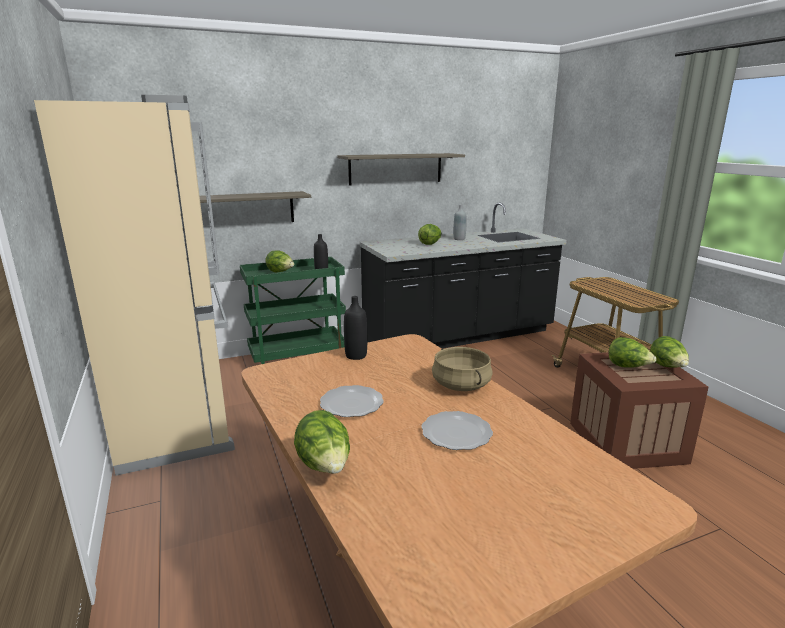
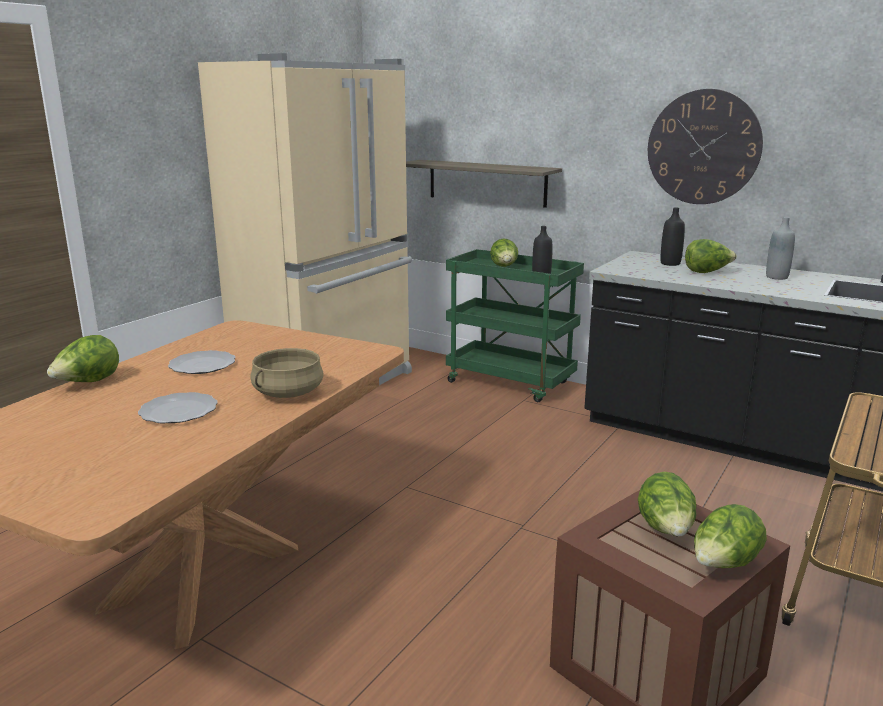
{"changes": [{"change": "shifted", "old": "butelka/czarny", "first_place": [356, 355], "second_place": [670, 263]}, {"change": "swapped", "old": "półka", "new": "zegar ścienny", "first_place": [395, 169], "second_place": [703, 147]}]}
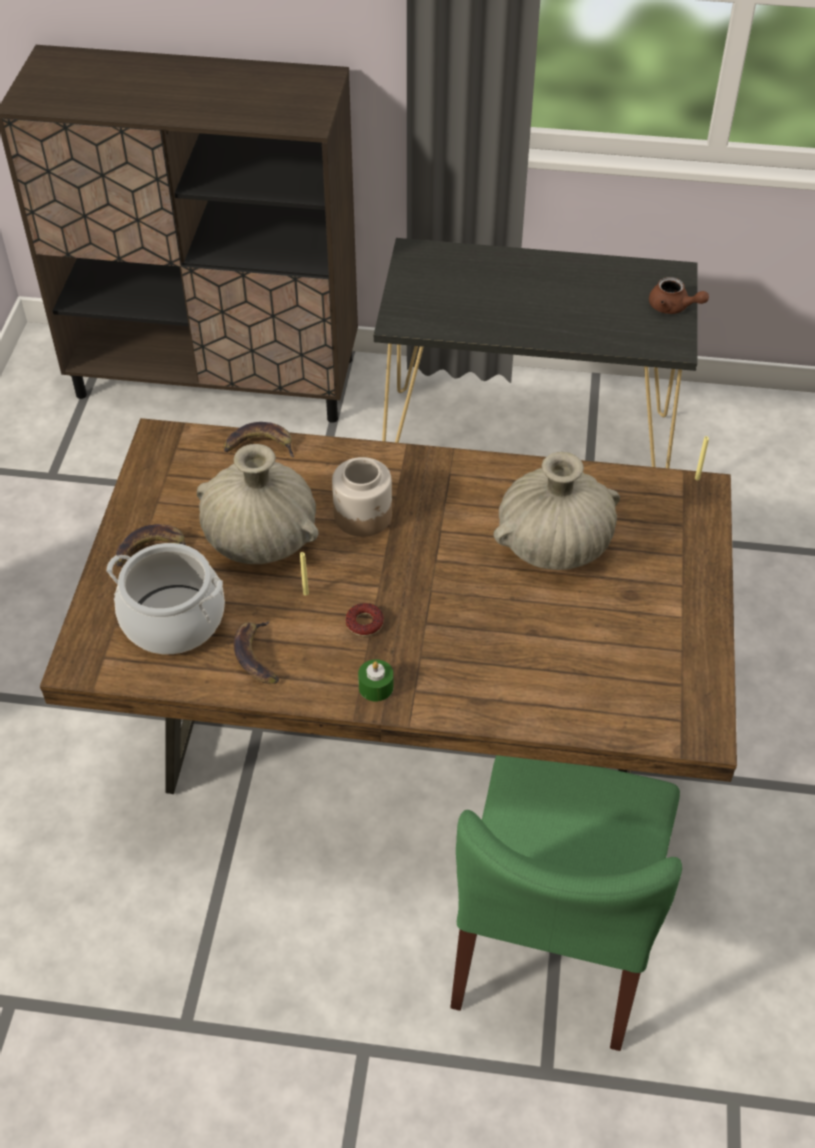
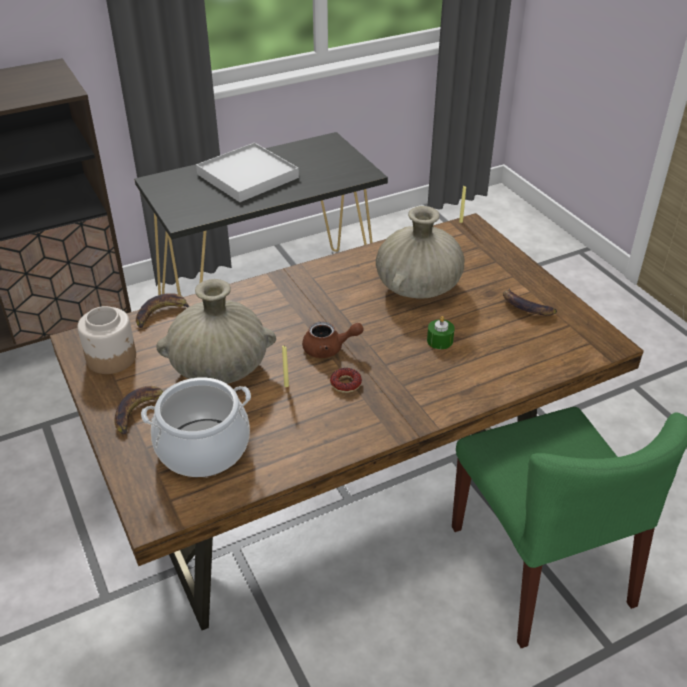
{"changes": [{"change": "new", "new": "taca/biały", "second_place": [248, 176]}, {"change": "shifted", "old": "banan", "first_place": [256, 656], "second_place": [525, 307]}, {"change": "shifted", "old": "słoik", "first_place": [363, 516], "second_place": [112, 358]}, {"change": "shifted", "old": "świeca/zielony", "first_place": [376, 687], "second_place": [440, 341]}, {"change": "shifted", "old": "imbryk/brązowy", "first_place": [673, 307], "second_place": [329, 349]}]}
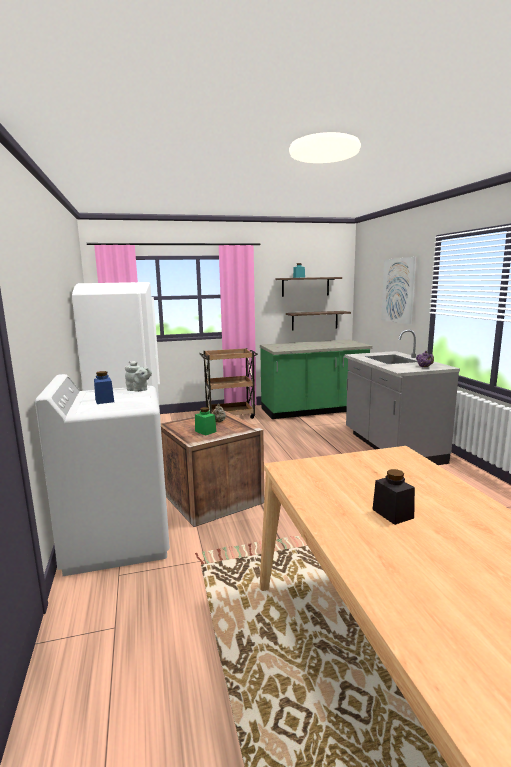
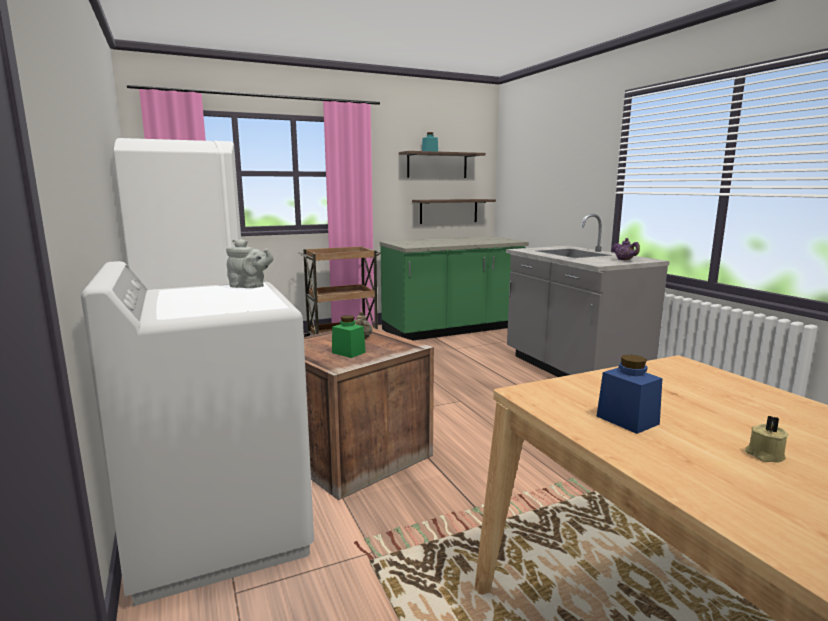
{"changes": [{"change": "gone", "old": "obraz", "first_place": [398, 290]}, {"change": "shifted", "old": "słoik/niebieski", "first_place": [104, 400], "second_place": [627, 420]}, {"change": "swapped", "old": "słoik/czarny", "new": "świeca/beżowy", "first_place": [392, 513], "second_place": [764, 455]}]}
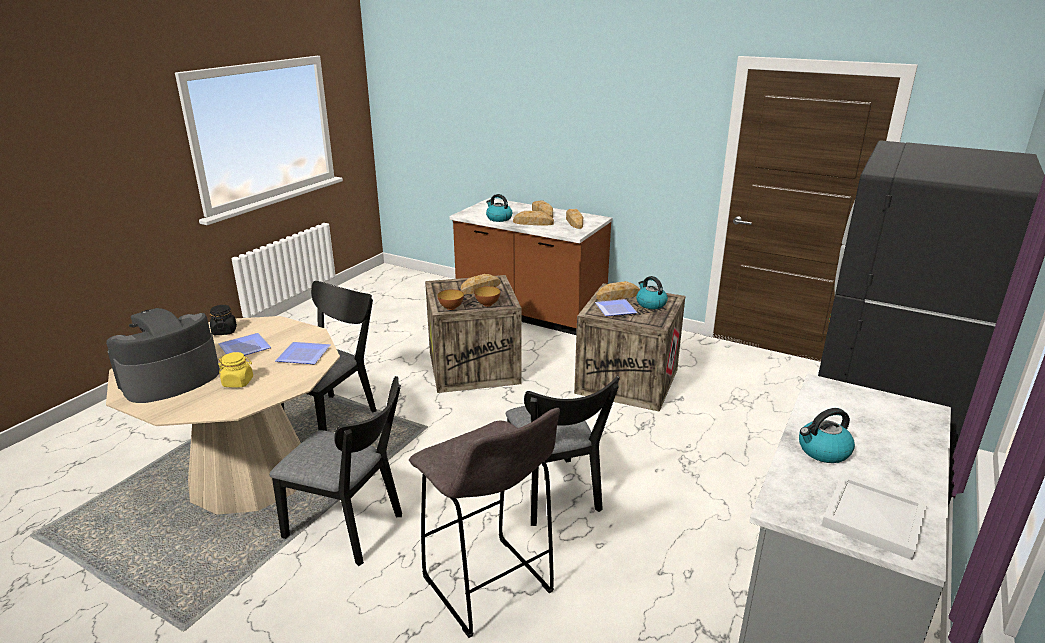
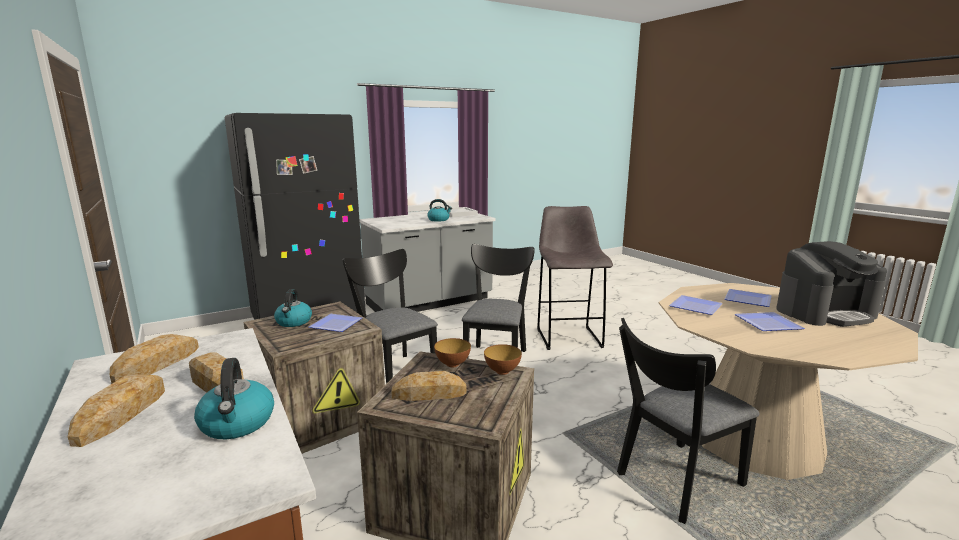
{"changes": [{"change": "gone", "old": "słoik/czarny", "first_place": [224, 331]}, {"change": "gone", "old": "chleb", "first_place": [618, 295]}, {"change": "shifted", "old": "krzesło/czarny", "first_place": [351, 529], "second_place": [394, 371]}, {"change": "swapped", "old": "słoik/żółty", "new": "talerz", "first_place": [238, 382], "second_place": [749, 300]}]}
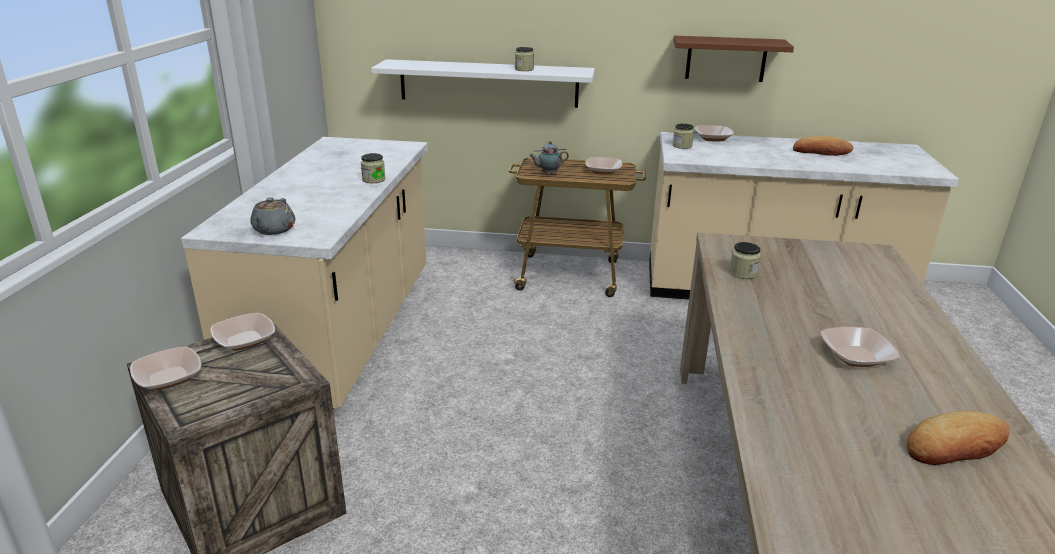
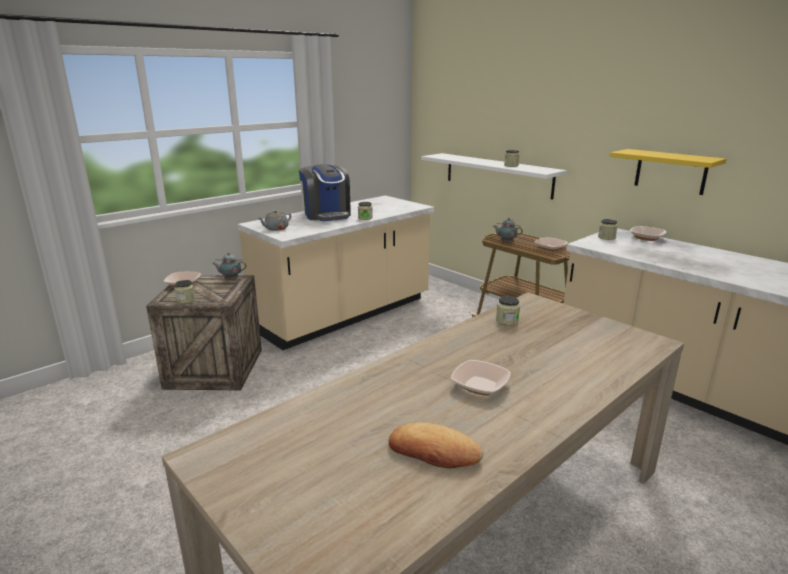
{"changes": [{"change": "gone", "old": "chleb", "first_place": [821, 152]}, {"change": "new", "new": "słoik", "second_place": [185, 300]}, {"change": "new", "new": "ekspres do kawy", "second_place": [327, 215]}, {"change": "swapped", "old": "miska", "new": "imbryk", "first_place": [245, 340], "second_place": [230, 279]}, {"change": "repainted", "old": "półka/brązowy", "new": "półka/żółty", "first_place": [726, 59], "second_place": [670, 171]}]}
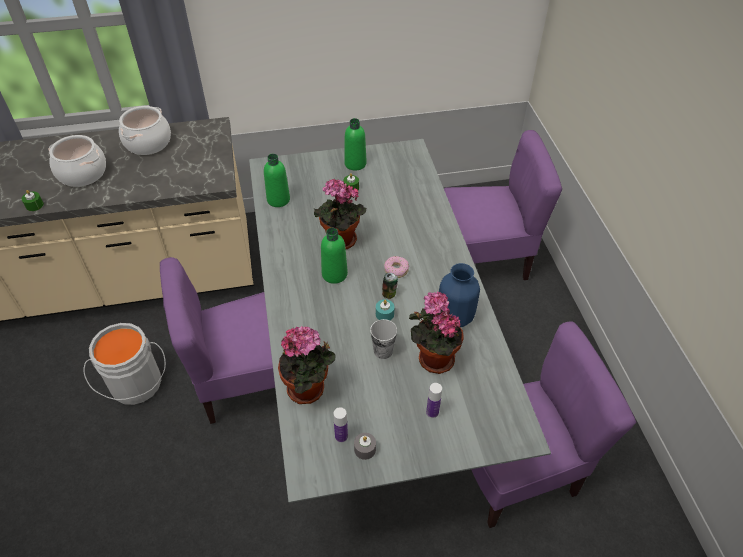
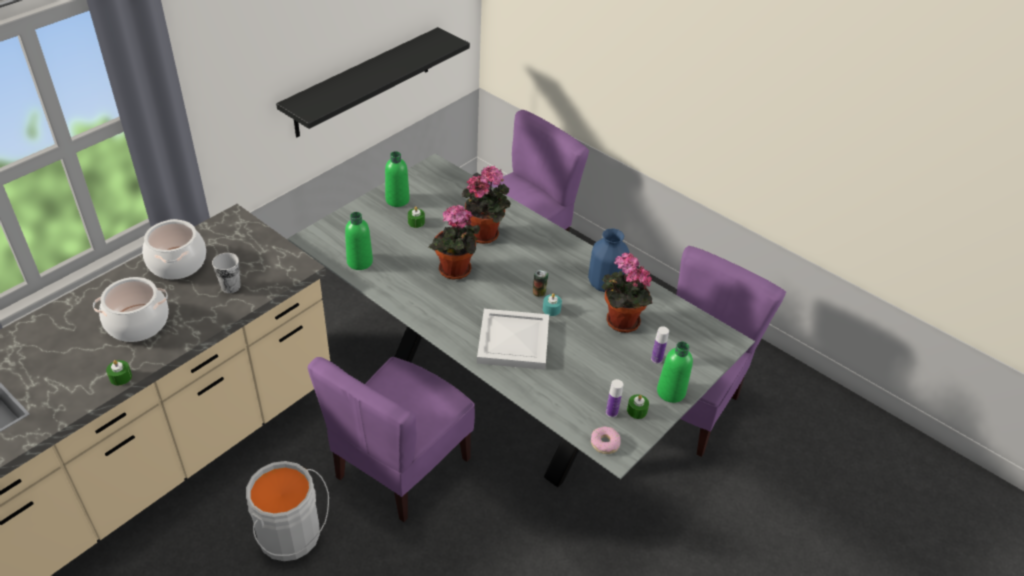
{"changes": [{"change": "new", "new": "półka/czarny", "second_place": [363, 82]}, {"change": "new", "new": "taca/biały", "second_place": [512, 340]}, {"change": "shifted", "old": "roślina doniczkowa", "first_place": [309, 390], "second_place": [486, 234]}, {"change": "shifted", "old": "butelka/zielony", "first_place": [334, 274], "second_place": [671, 392]}, {"change": "shifted", "old": "filiżanka", "first_place": [383, 351], "second_place": [231, 286]}, {"change": "shifted", "old": "donut", "first_place": [396, 270], "second_place": [605, 443]}, {"change": "repainted", "old": "świeca/szary", "new": "świeca/zielony", "first_place": [365, 449], "second_place": [637, 410]}]}
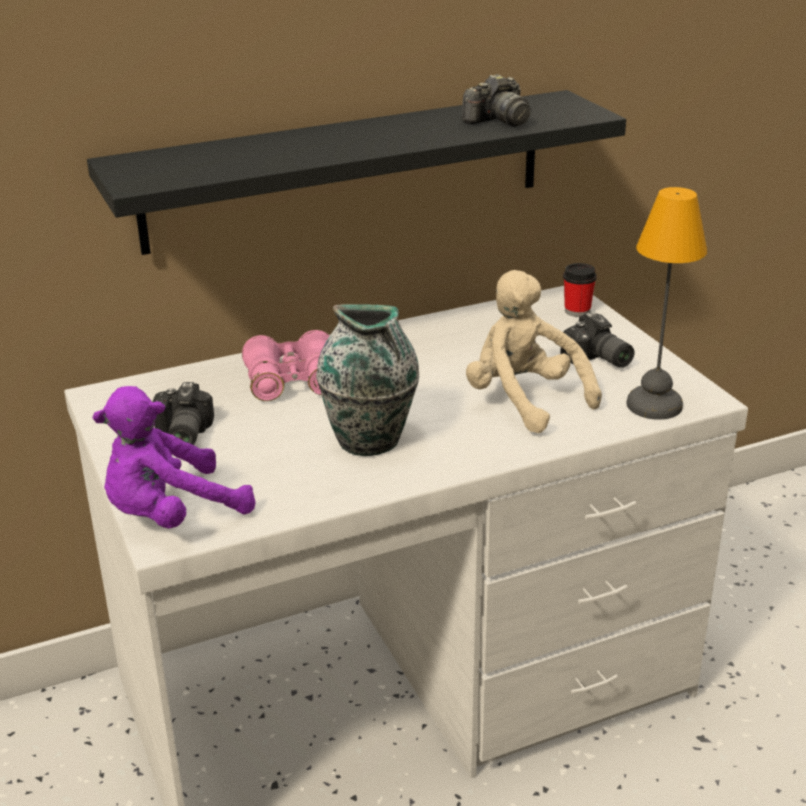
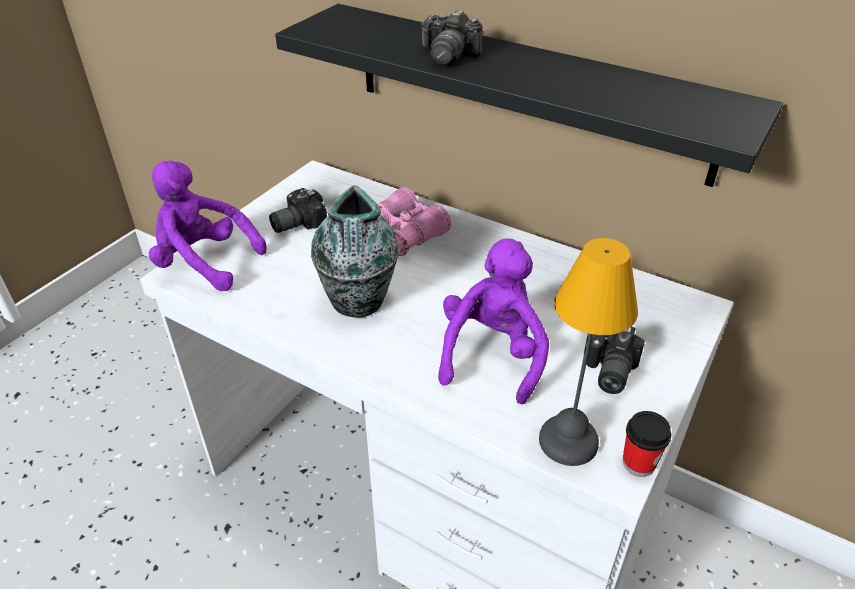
{"changes": [{"change": "shifted", "old": "aparat fotograficzny", "first_place": [498, 121], "second_place": [449, 56]}, {"change": "shifted", "old": "filiżanka", "first_place": [577, 311], "second_place": [638, 463]}, {"change": "repainted", "old": "pluszak/beżowy", "new": "pluszak/fioletowy", "first_place": [524, 400], "second_place": [492, 355]}]}
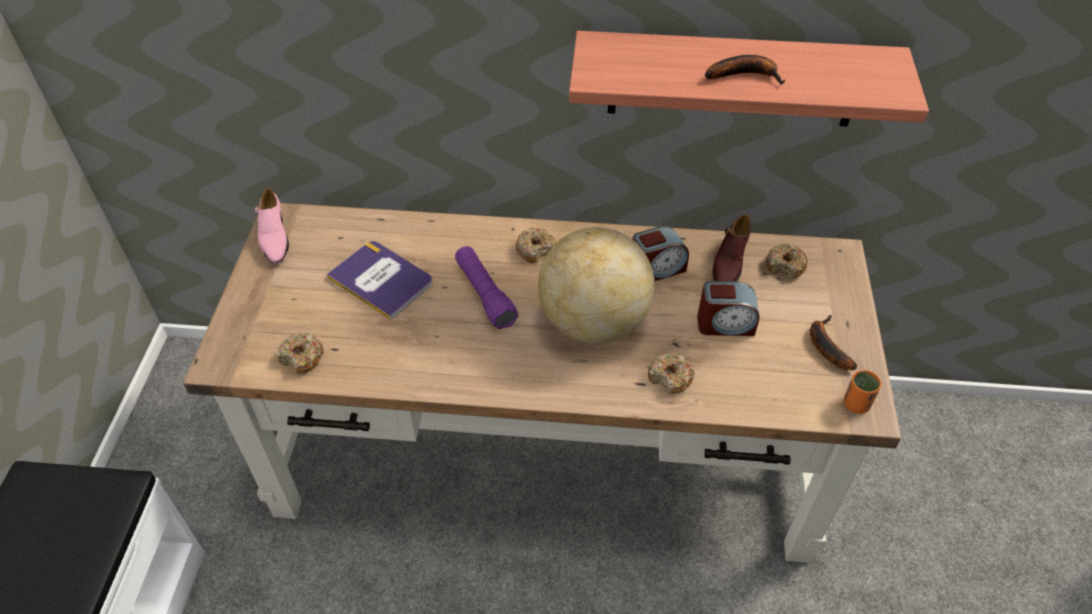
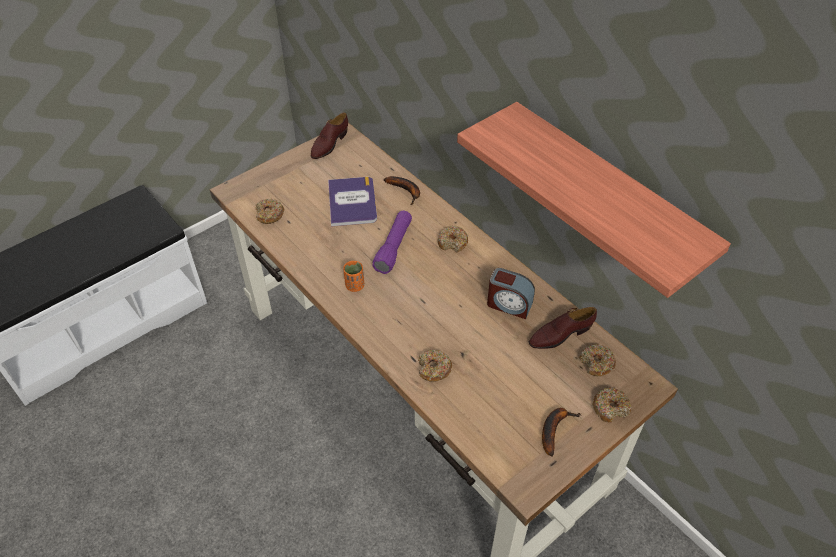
{"changes": [{"change": "gone", "old": "globus", "first_place": [593, 322]}, {"change": "gone", "old": "budzik", "first_place": [725, 324]}, {"change": "new", "new": "donut", "second_place": [610, 408]}, {"change": "shifted", "old": "banan", "first_place": [745, 75], "second_place": [406, 191]}, {"change": "shifted", "old": "filiżanka/pomarańczowy", "first_place": [856, 404], "second_place": [354, 286]}, {"change": "repainted", "old": "but/różowy", "new": "but/brązowy", "first_place": [274, 238], "second_place": [329, 144]}]}
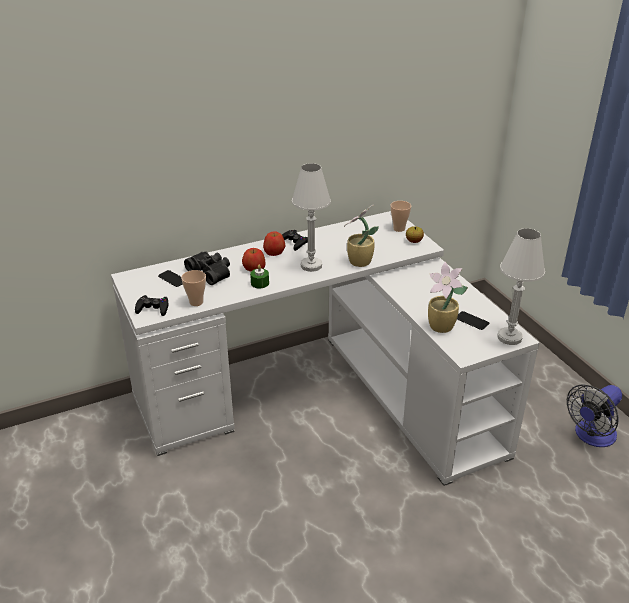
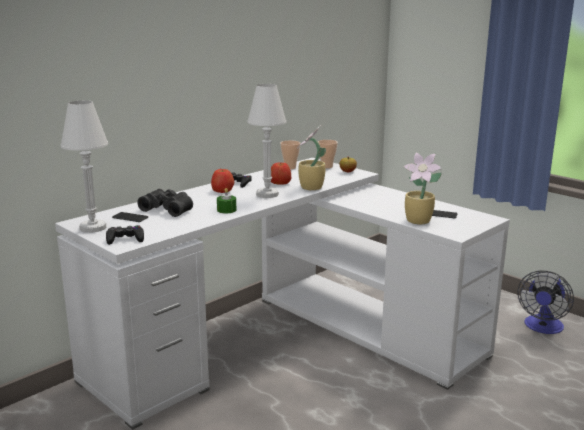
{"changes": [{"change": "shifted", "old": "filiżanka", "first_place": [196, 302], "second_place": [290, 167]}, {"change": "shifted", "old": "jabłko", "first_place": [254, 268], "second_place": [280, 183]}, {"change": "shifted", "old": "lampa stołowa/biały", "first_place": [509, 337], "second_place": [93, 228]}]}
